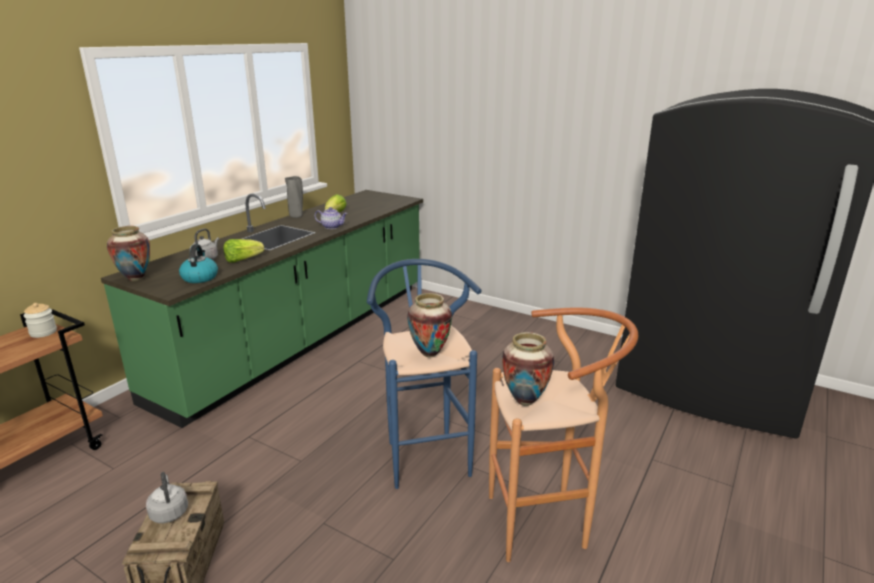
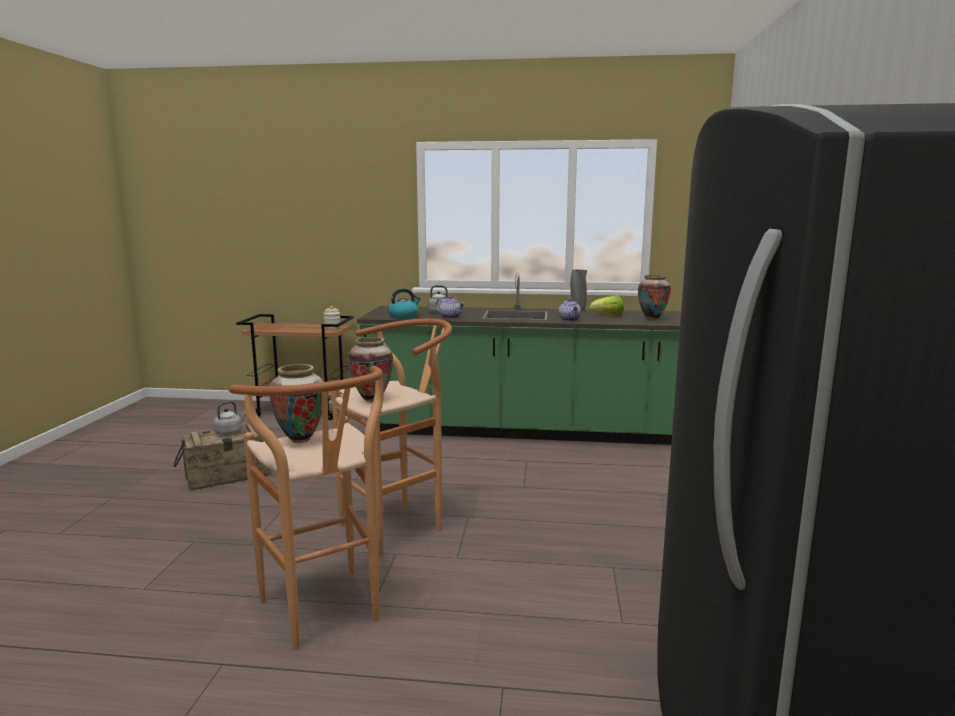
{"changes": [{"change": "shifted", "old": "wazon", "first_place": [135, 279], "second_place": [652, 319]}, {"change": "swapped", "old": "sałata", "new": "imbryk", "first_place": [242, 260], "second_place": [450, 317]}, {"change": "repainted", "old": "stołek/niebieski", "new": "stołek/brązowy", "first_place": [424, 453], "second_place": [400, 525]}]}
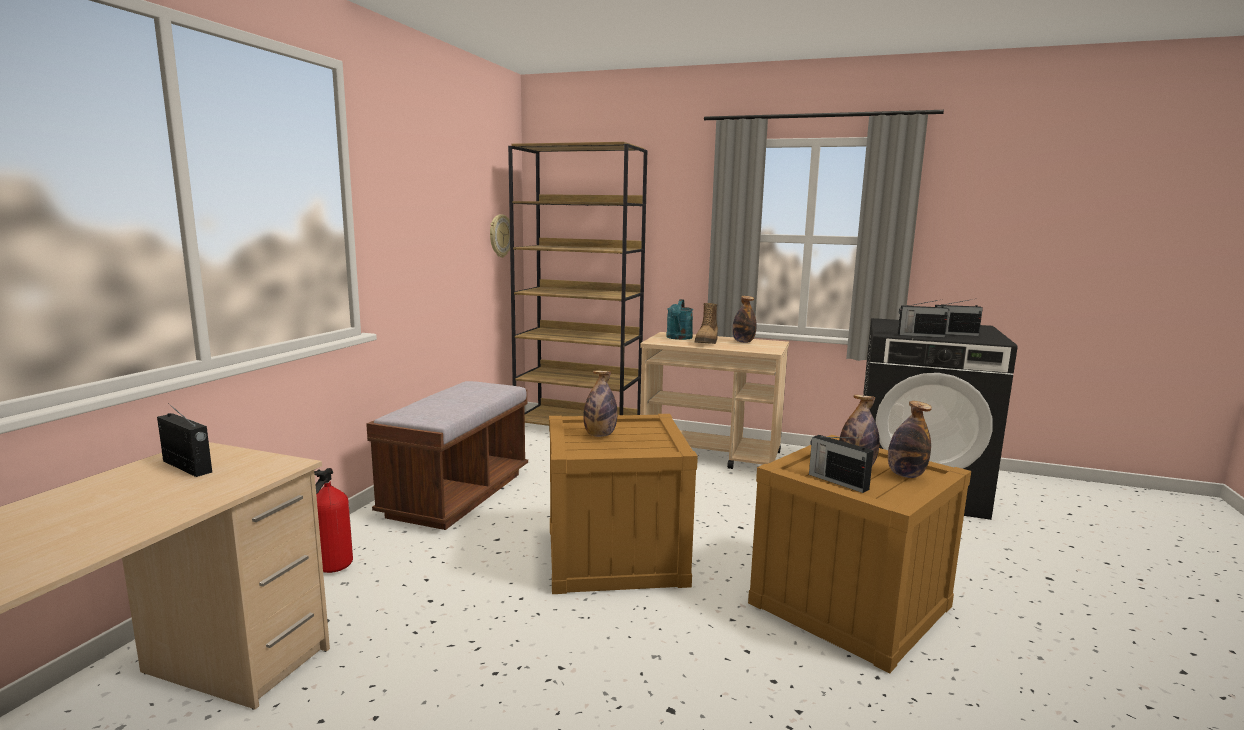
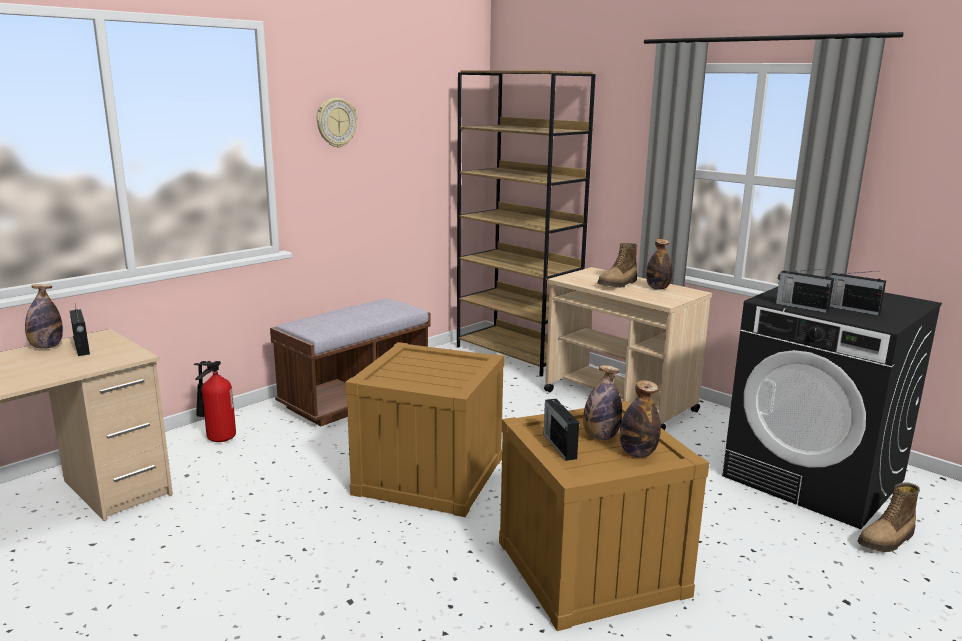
{"changes": [{"change": "gone", "old": "konewka/turkusowy", "first_place": [678, 338]}, {"change": "new", "new": "but z cholewką", "second_place": [887, 540]}, {"change": "shifted", "old": "zegar ścienny", "first_place": [500, 236], "second_place": [336, 122]}, {"change": "shifted", "old": "butelka", "first_place": [600, 435], "second_place": [46, 347]}]}
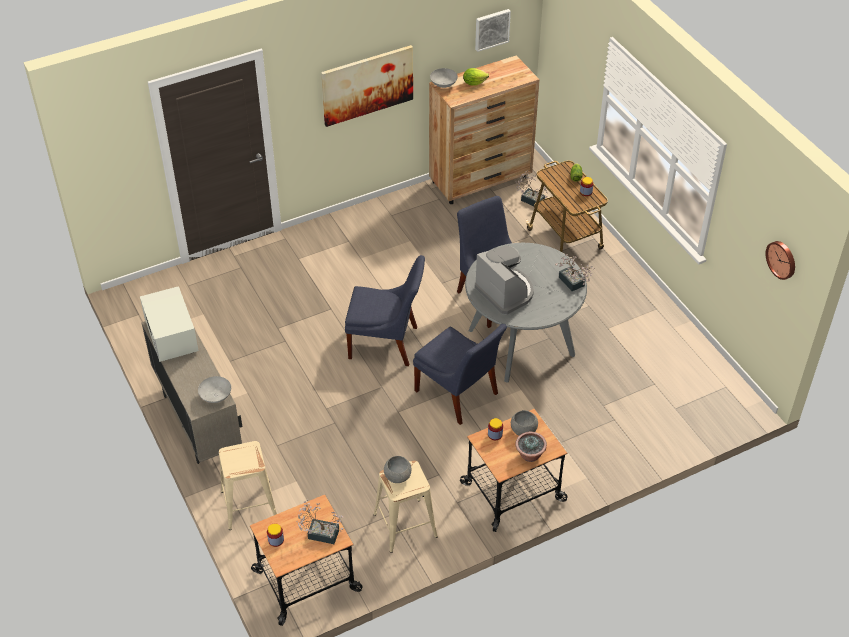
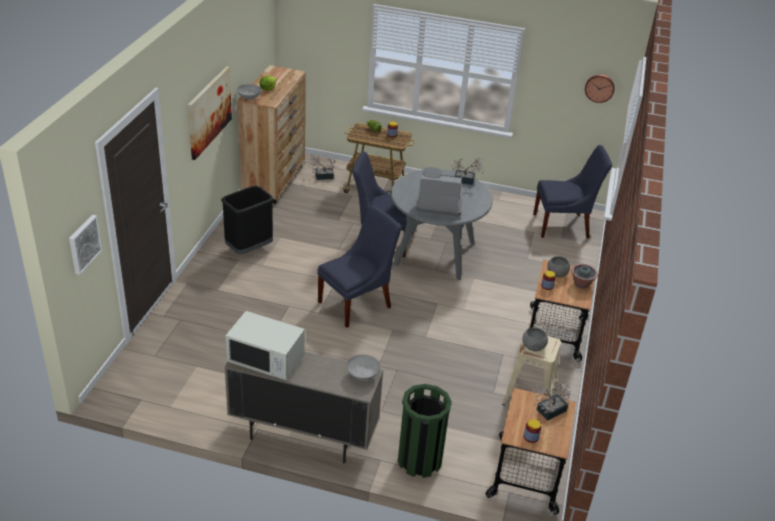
{"changes": [{"change": "new", "new": "kosz na śmieci/czarny", "second_place": [249, 249]}, {"change": "shifted", "old": "krzesło/niebieski", "first_place": [458, 394], "second_place": [563, 226]}, {"change": "shifted", "old": "obraz", "first_place": [491, 29], "second_place": [83, 244]}, {"change": "swapped", "old": "stołek/beżowy", "new": "kosz na śmieci/zielony", "first_place": [249, 504], "second_place": [419, 460]}]}
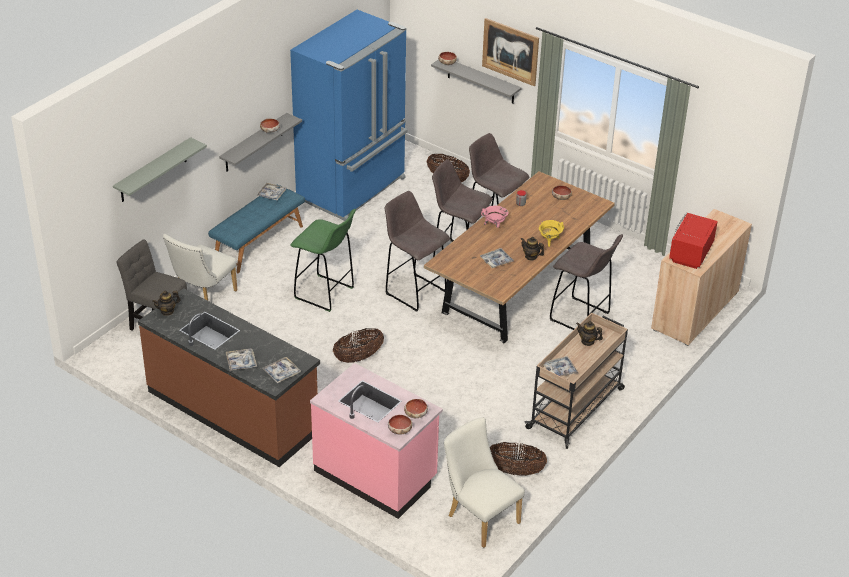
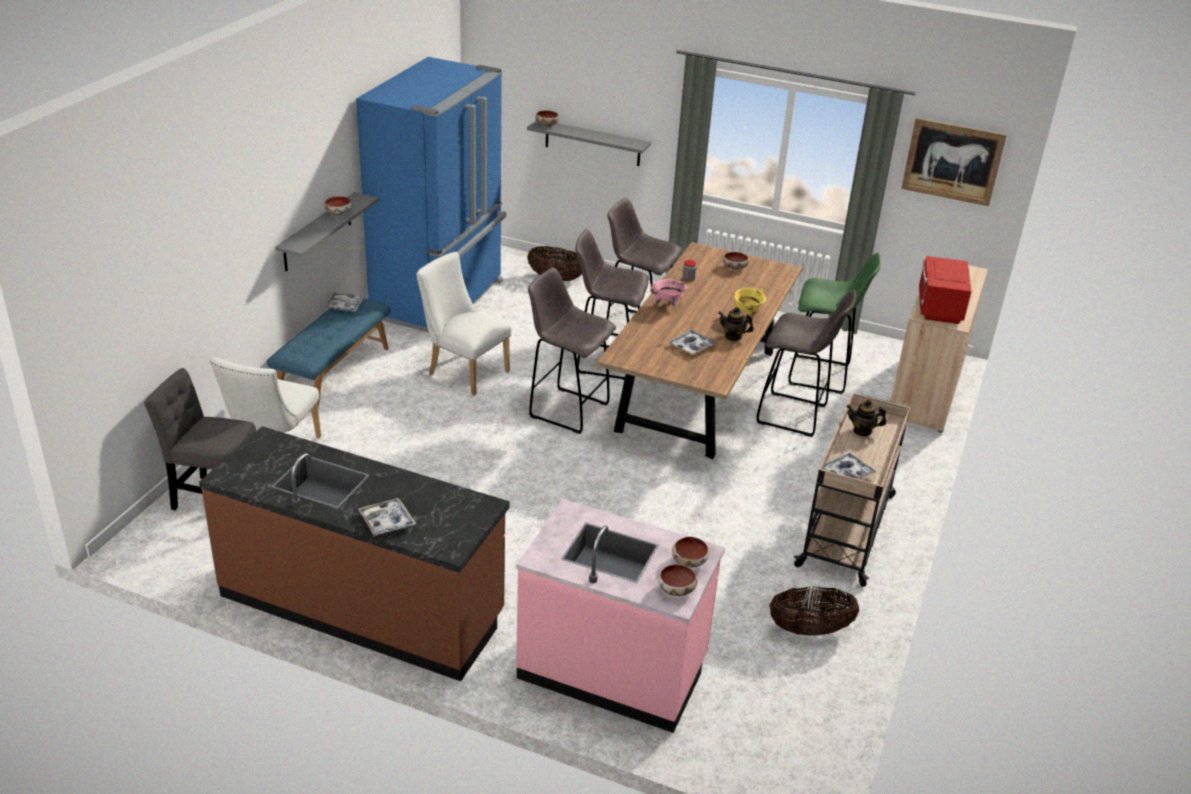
{"changes": [{"change": "gone", "old": "półka/szary", "first_place": [153, 170]}, {"change": "gone", "old": "imbryk", "first_place": [167, 311]}, {"change": "gone", "old": "taca", "first_place": [281, 373]}, {"change": "gone", "old": "koszyk", "first_place": [358, 357]}, {"change": "shifted", "old": "stołek/zielony", "first_place": [325, 294], "second_place": [821, 375]}, {"change": "shifted", "old": "krzesło/biały", "first_place": [479, 517], "second_place": [463, 371]}, {"change": "shifted", "old": "obraz", "first_place": [510, 51], "second_place": [952, 161]}]}
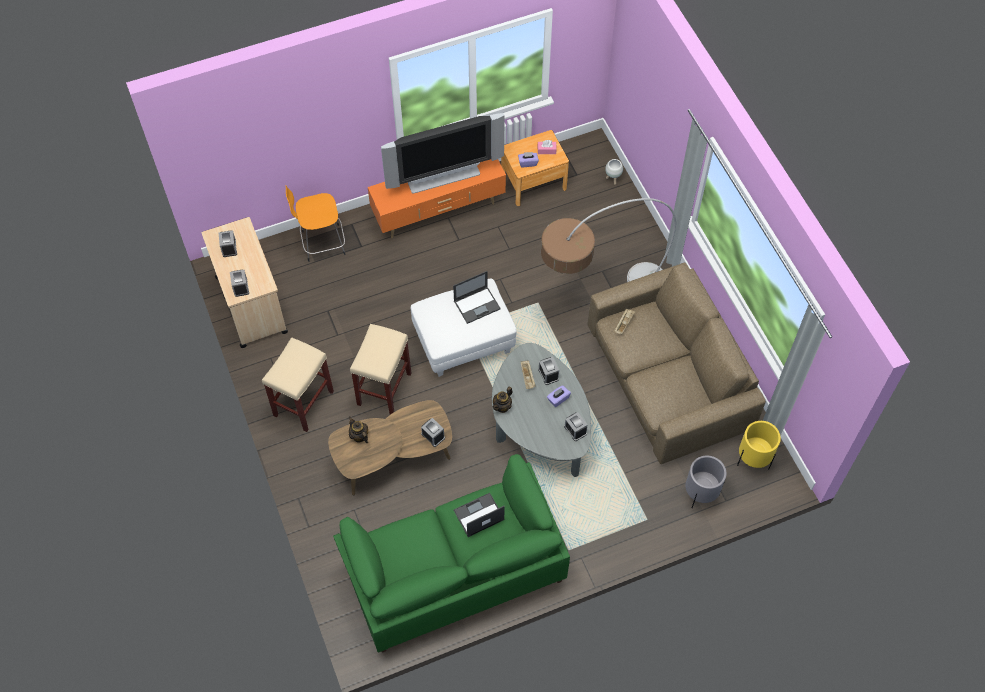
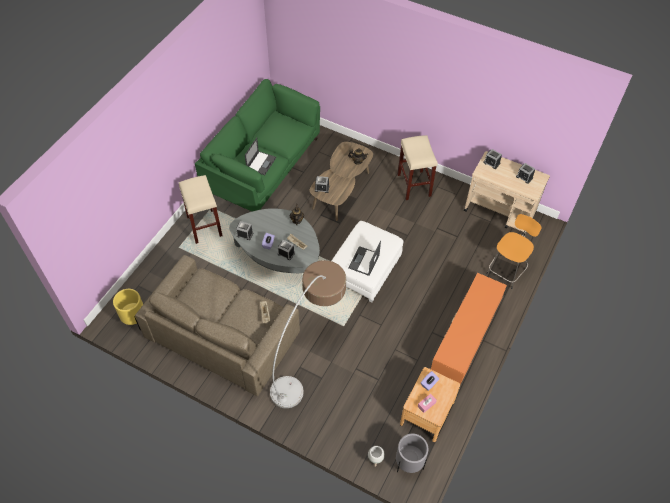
{"changes": [{"change": "gone", "old": "telewizor", "first_place": [443, 176]}, {"change": "shifted", "old": "stołek/beżowy", "first_place": [384, 390], "second_place": [204, 226]}, {"change": "shifted", "old": "donica/szary", "first_place": [700, 494], "second_place": [409, 463]}]}
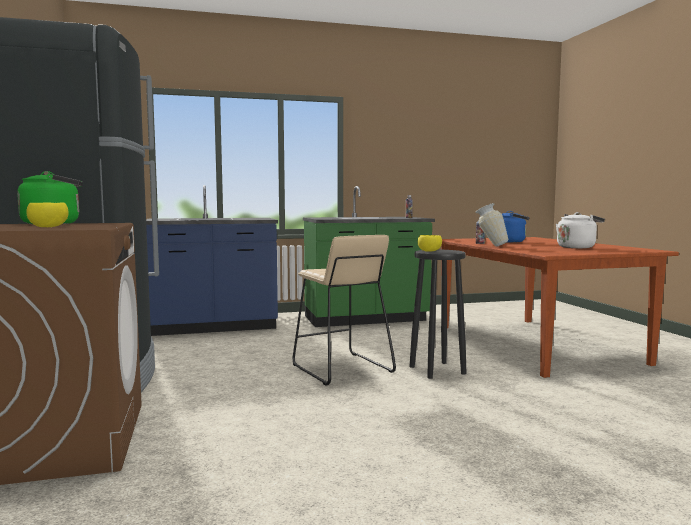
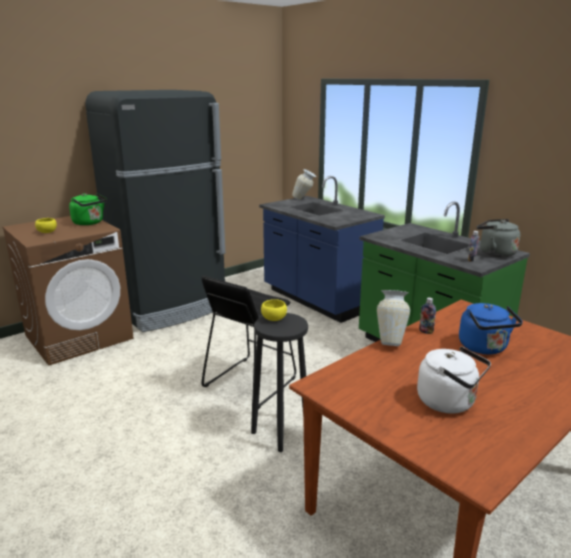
{"changes": [{"change": "new", "new": "wazon", "second_place": [304, 199]}, {"change": "new", "new": "czajnik/szary", "second_place": [494, 253]}, {"change": "repainted", "old": "stołek/beżowy", "new": "stołek/czarny", "first_place": [341, 368], "second_place": [249, 382]}]}
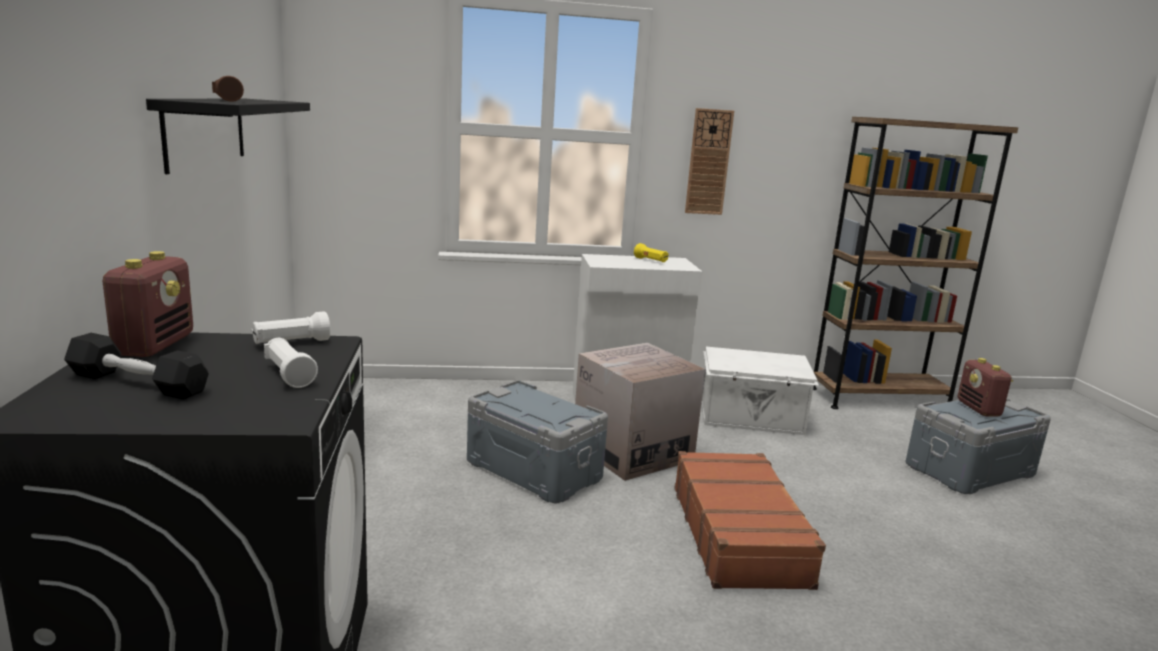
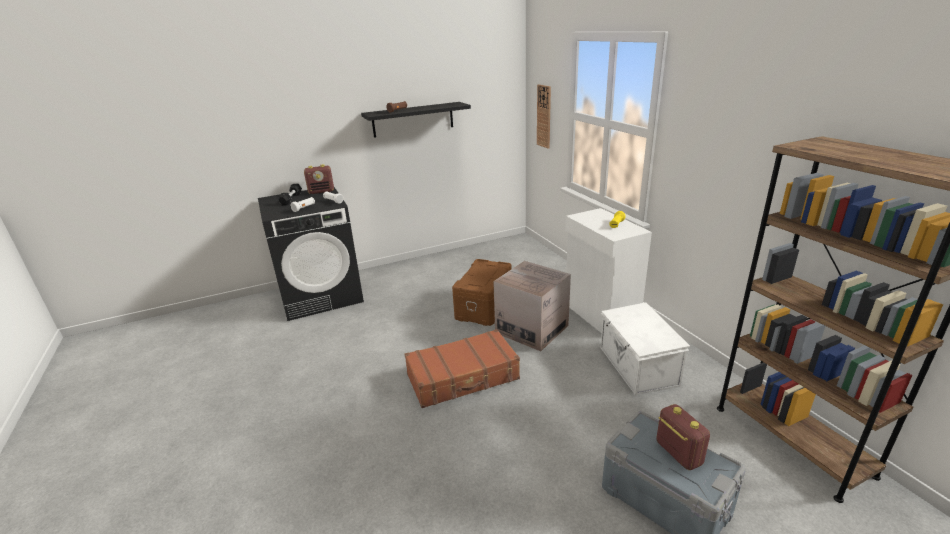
{"changes": [{"change": "shifted", "old": "zegar ścienny", "first_place": [708, 162], "second_place": [544, 116]}, {"change": "repainted", "old": "pojemnik do przechowywania/szary", "new": "pojemnik do przechowywania/brązowy", "first_place": [534, 470], "second_place": [485, 307]}, {"change": "rotated", "old": "radio", "first_place": [979, 409], "second_place": [678, 453], "degrees": 90}]}
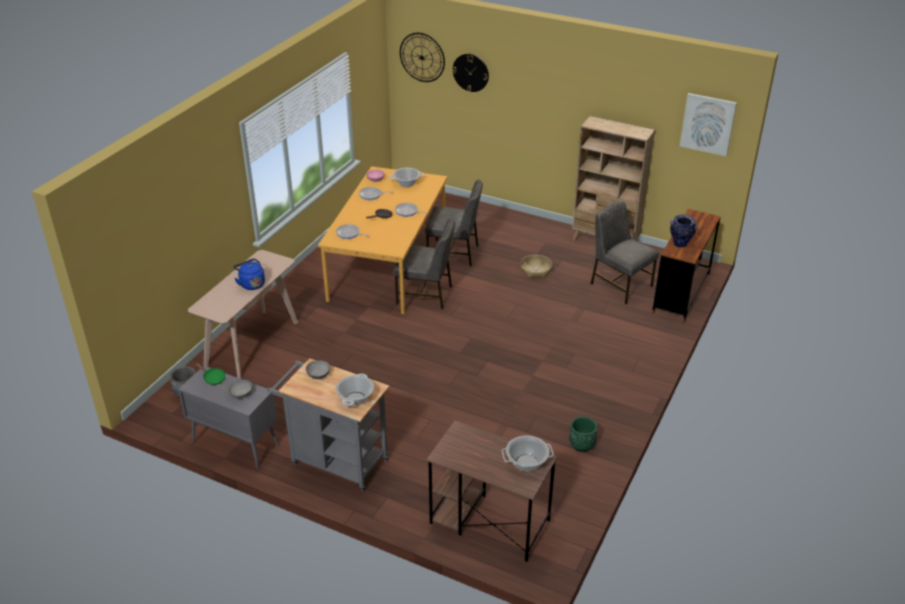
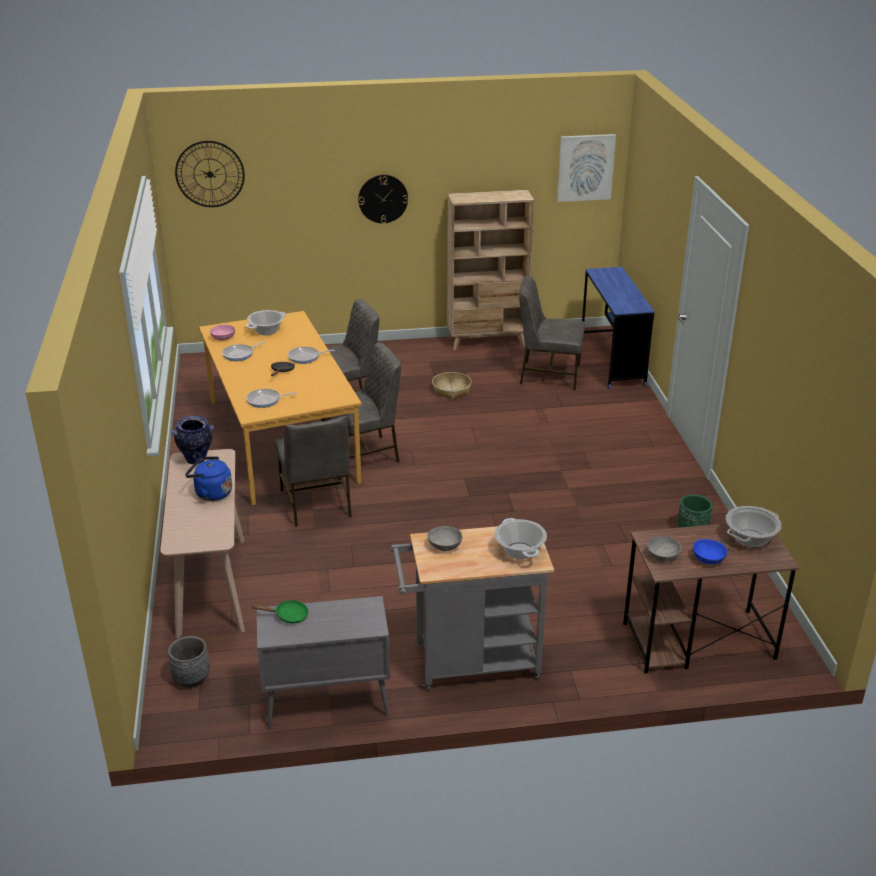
{"changes": [{"change": "new", "new": "krzesło/szary", "second_place": [317, 504]}, {"change": "new", "new": "miska/niebieski", "second_place": [708, 559]}, {"change": "shifted", "old": "miska/szary", "first_place": [241, 394], "second_place": [663, 556]}, {"change": "shifted", "old": "zegar ścienny", "first_place": [470, 72], "second_place": [383, 198]}, {"change": "shifted", "old": "wazon", "first_place": [680, 244], "second_place": [196, 459]}, {"change": "repainted", "old": "biurko/brązowy", "new": "biurko/niebieski", "first_place": [681, 293], "second_place": [612, 362]}]}
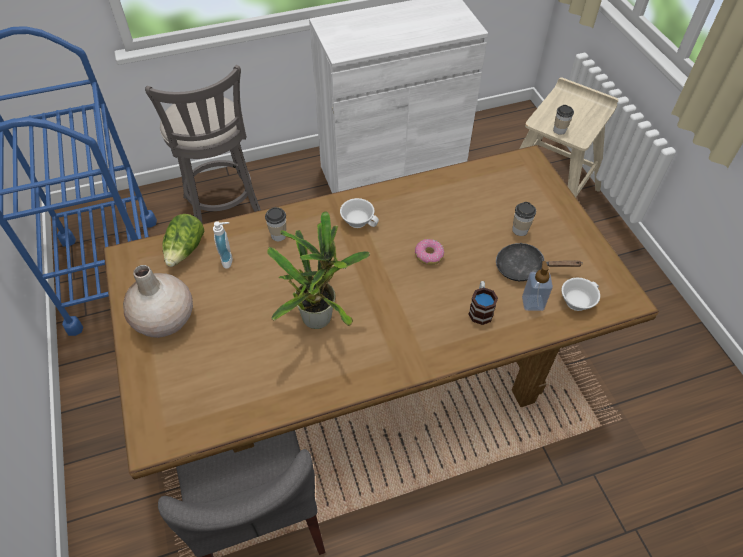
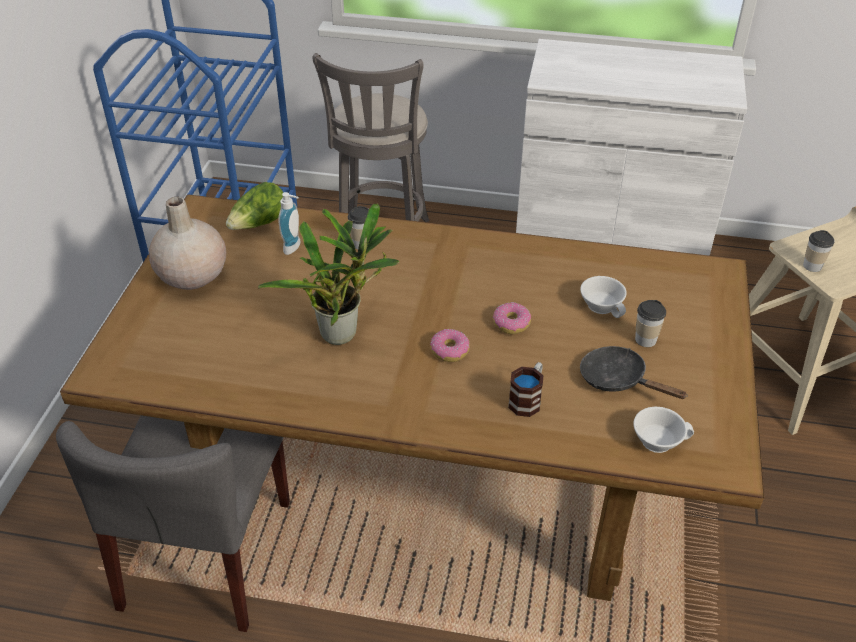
{"changes": [{"change": "gone", "old": "dozownik mydła", "first_place": [532, 303]}, {"change": "new", "new": "donut", "second_place": [449, 350]}, {"change": "shifted", "old": "filiżanka/biały", "first_place": [359, 220], "second_place": [603, 305]}]}
